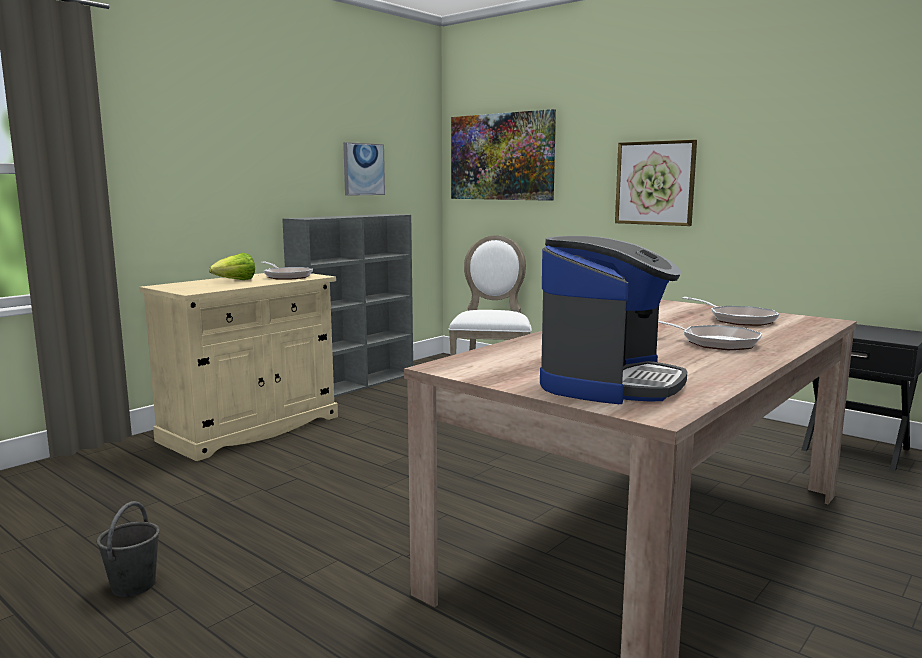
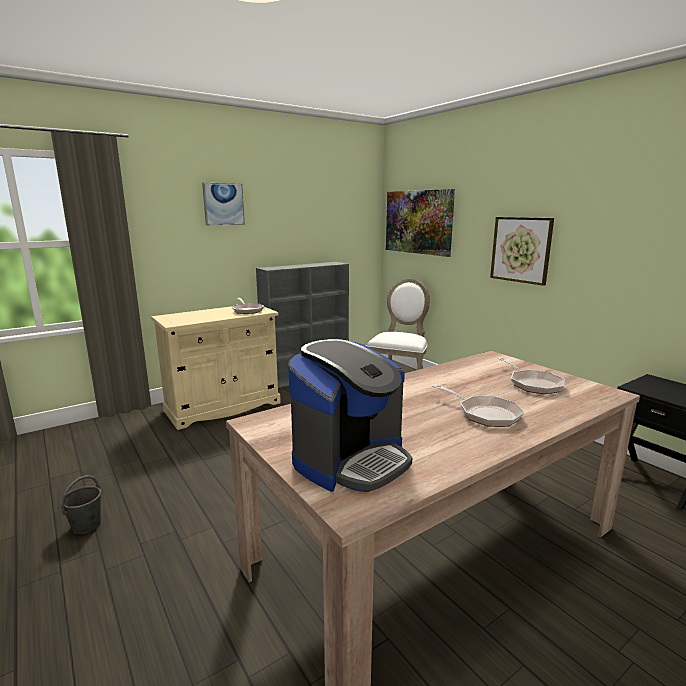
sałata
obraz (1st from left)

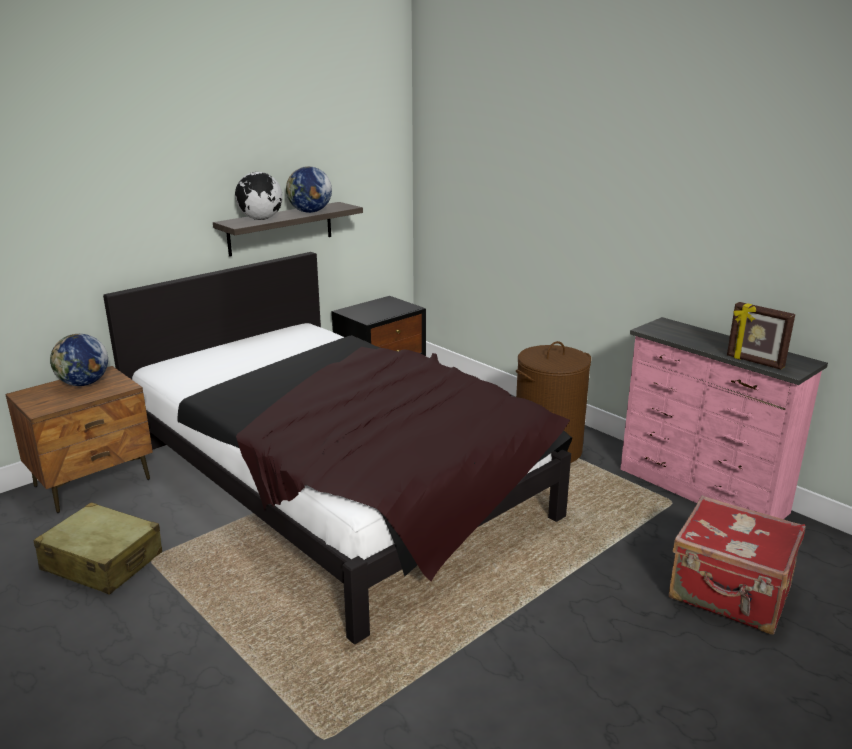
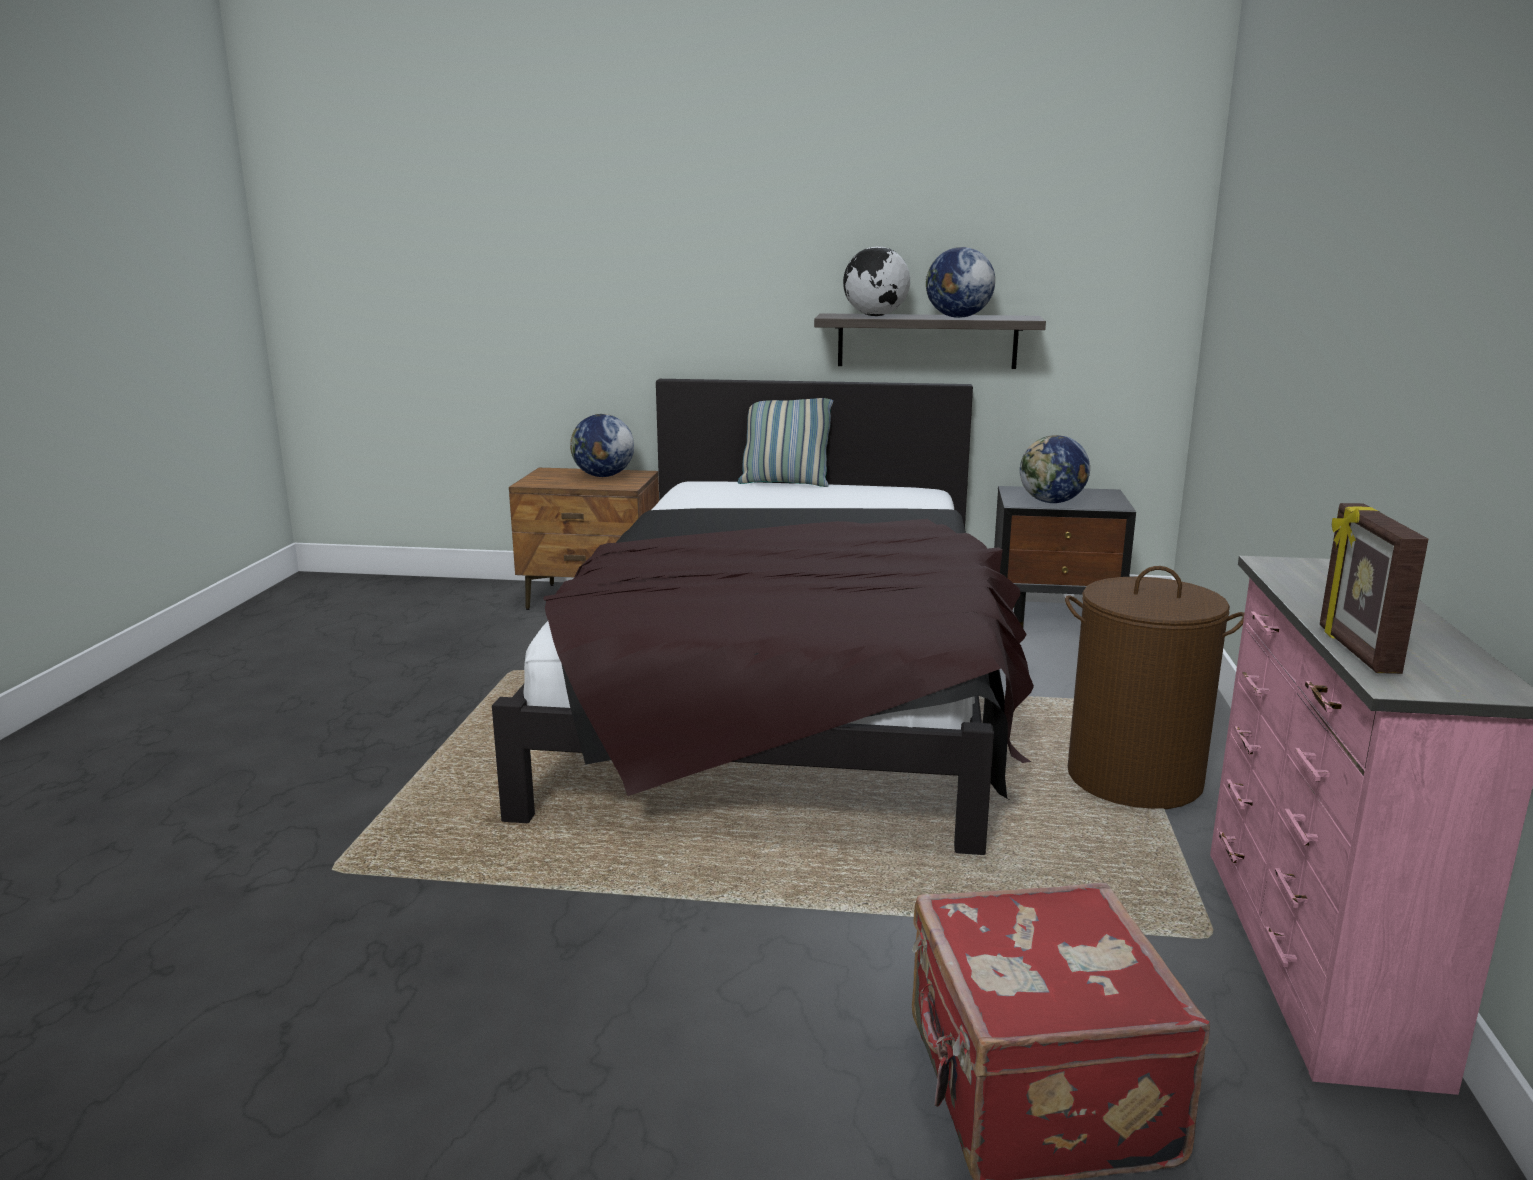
walizka (beżowy)
poduszka
globus (4th from left)

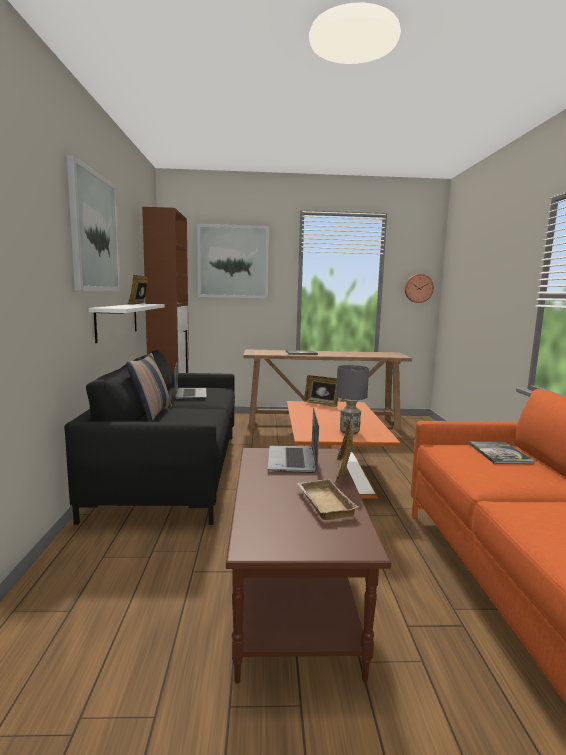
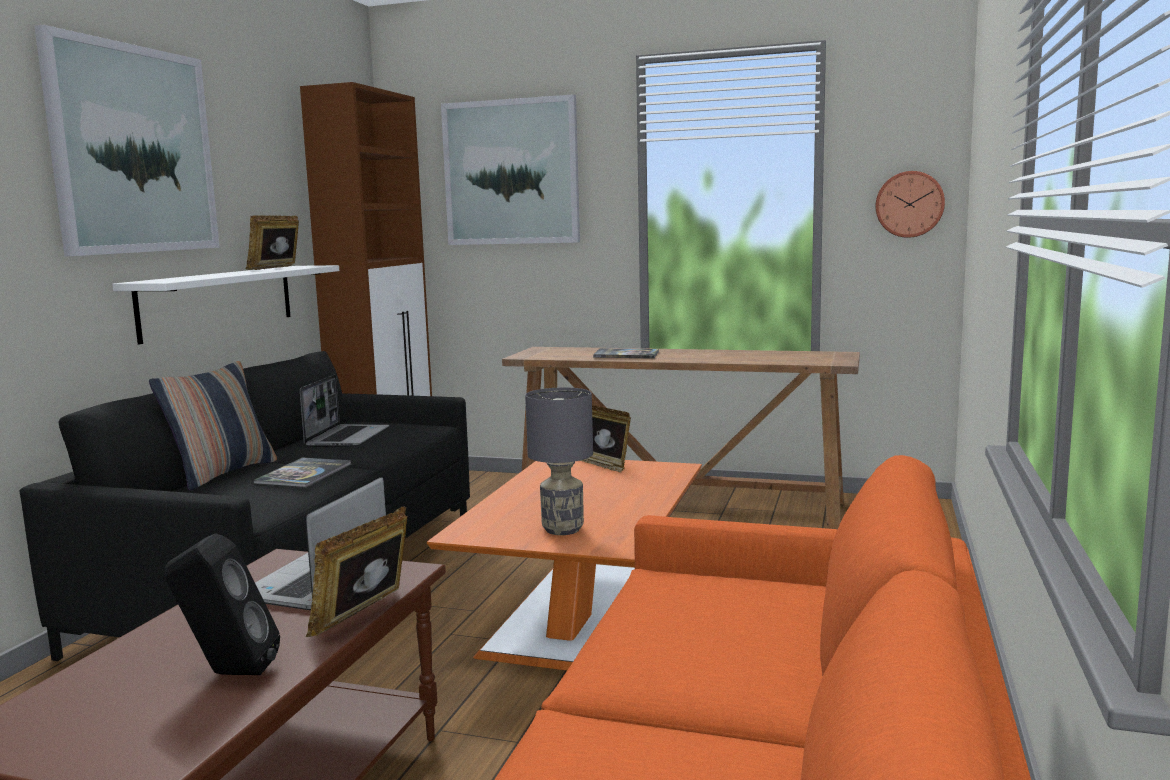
głośnik (czarny)
książka (1st from left)

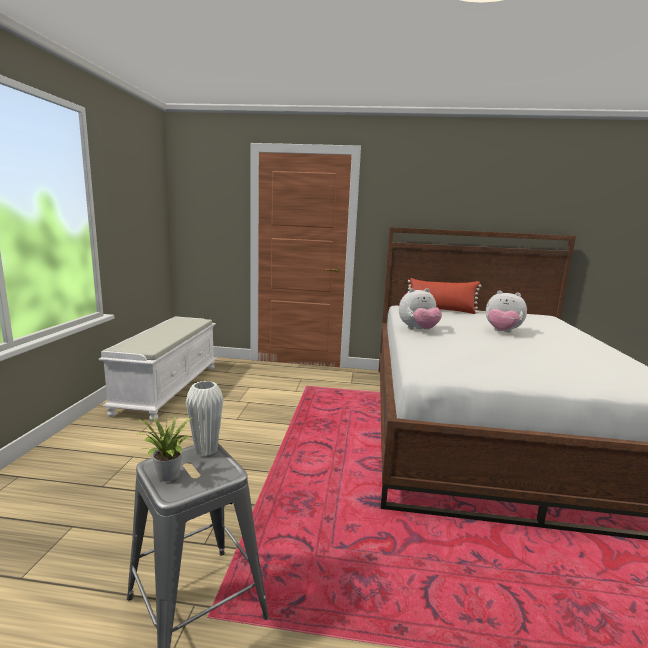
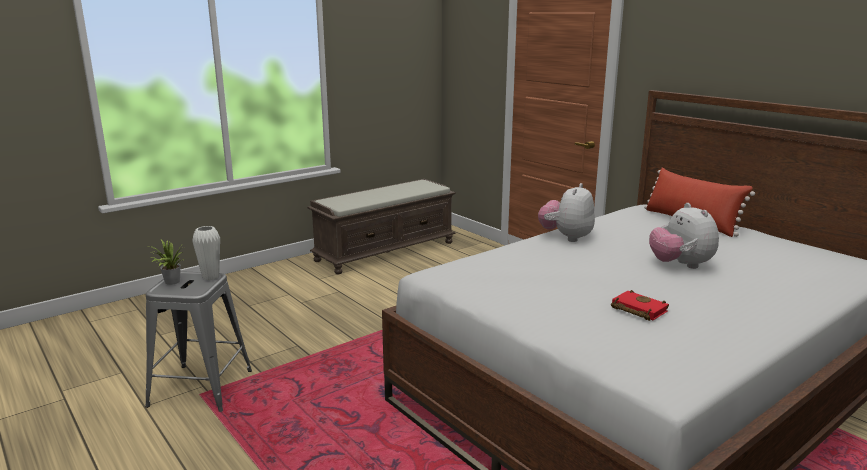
ławka (brązowy)
pluszak (1st from left)
książka (czerwony)

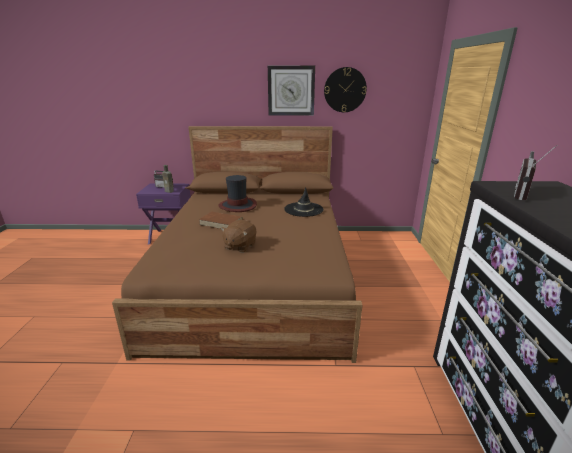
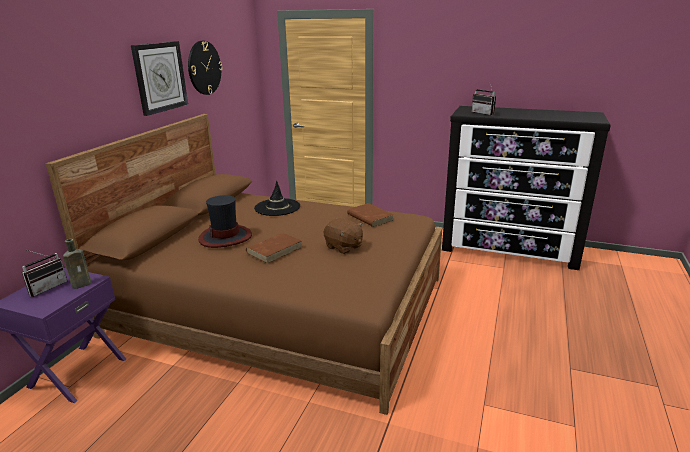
książka (brązowy) (2nd from left)

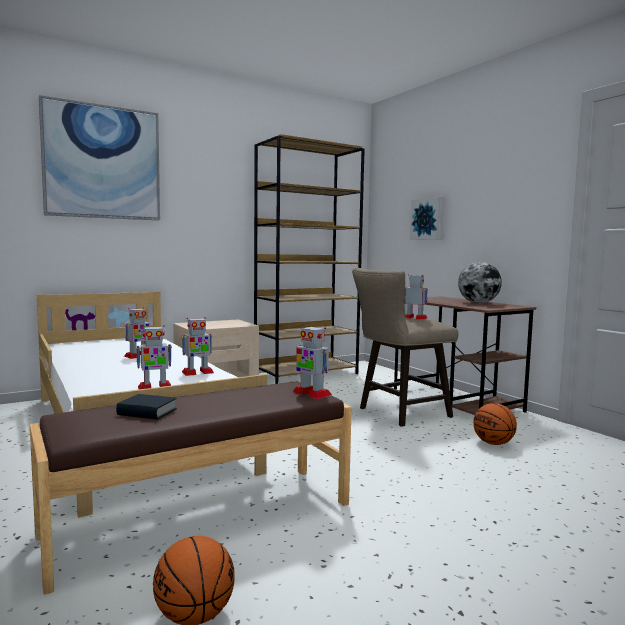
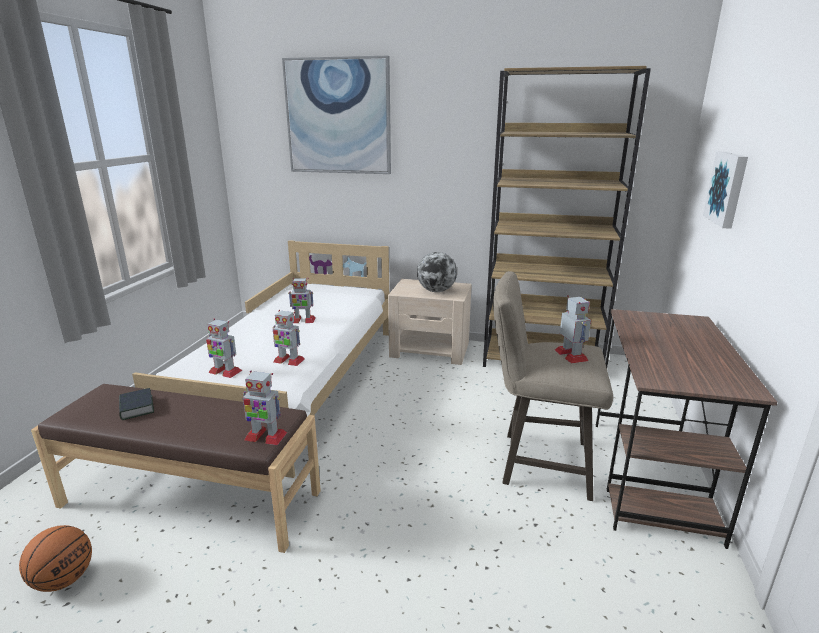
robot zabawkowy (2nd from left)
globus
piłka do koszykówki (2nd from left in the first image)

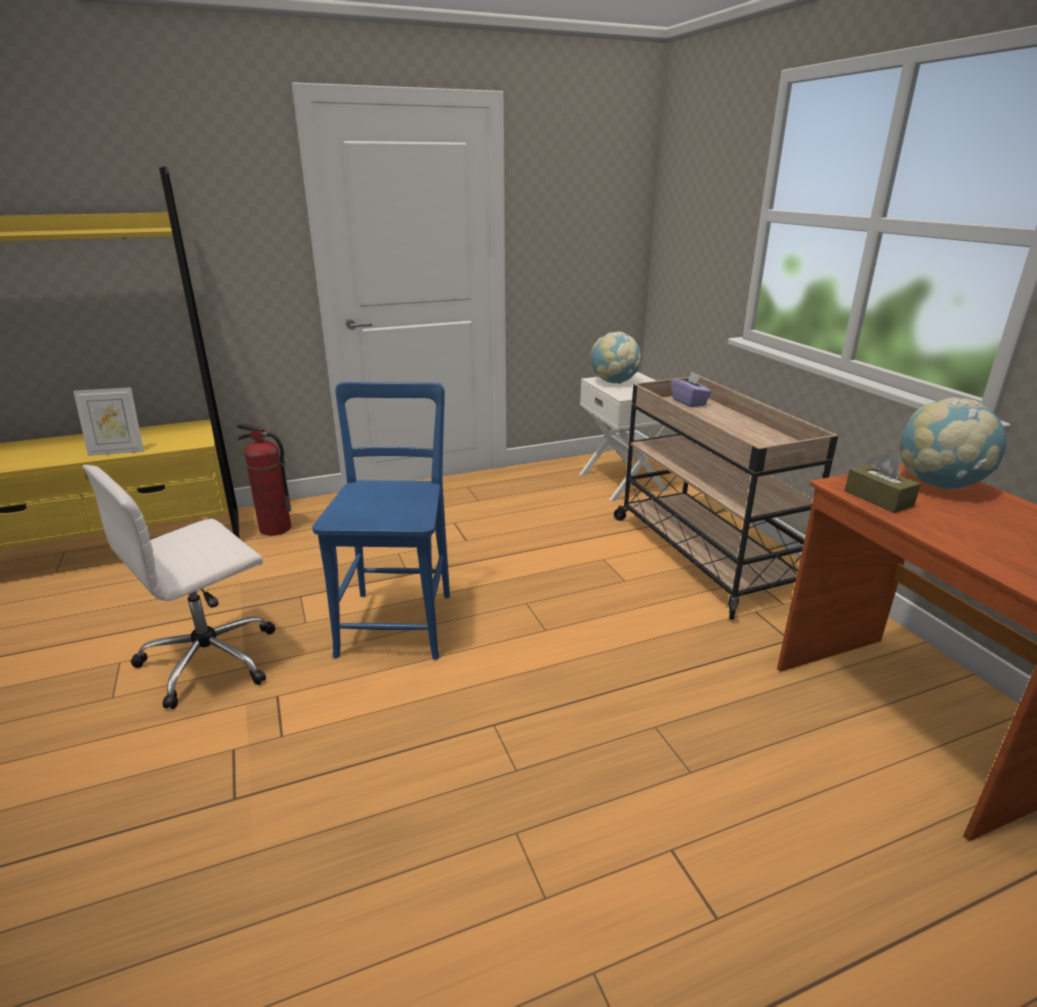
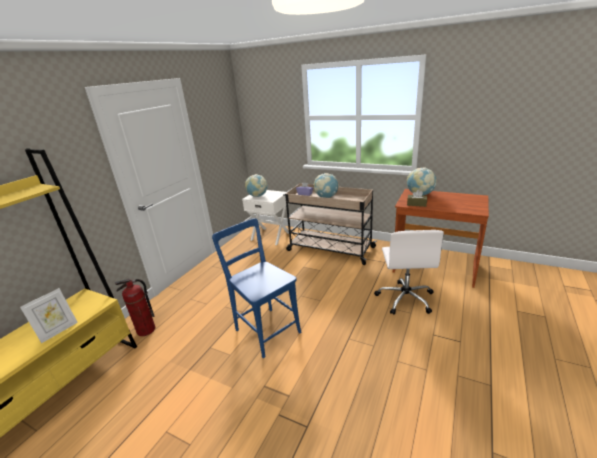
krzesło biurowe (biały)
globus (2nd from left)

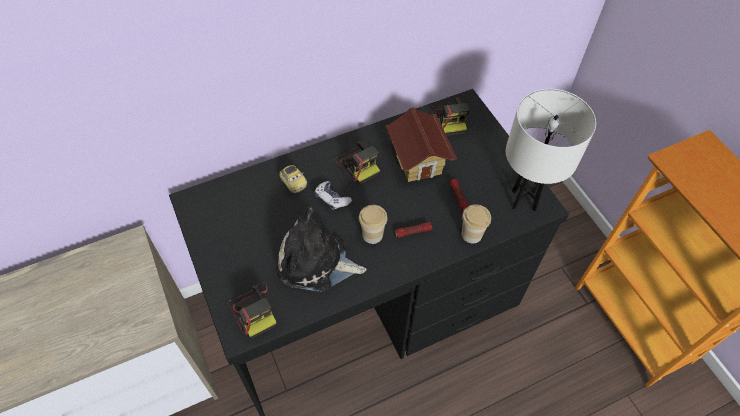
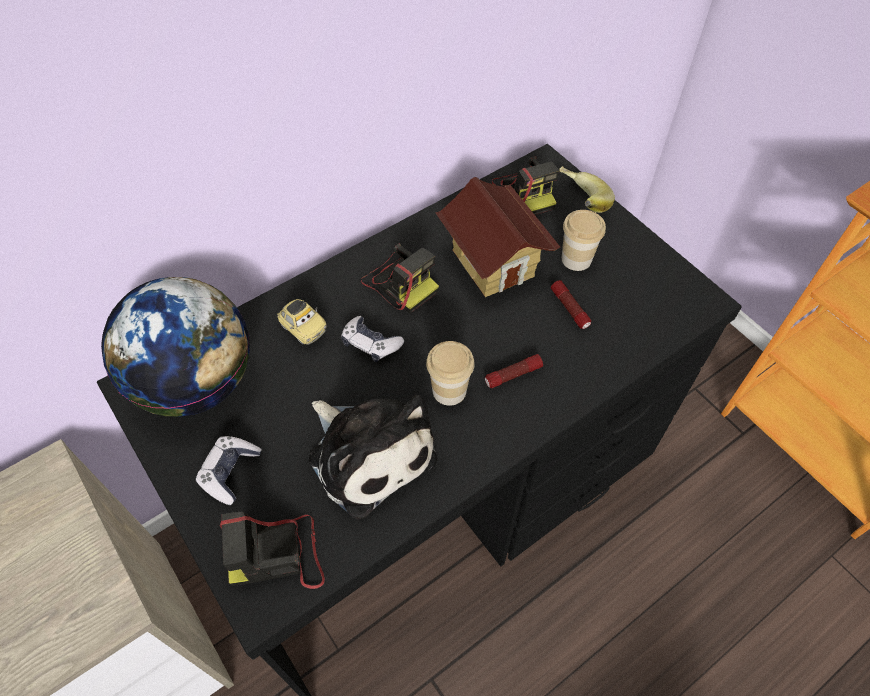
aparat fotograficzny (1st from left)
pluszak
filiżanka (2nd from left)
lampa stołowa (biały)
globus
pad do gier (1st from left)
banan

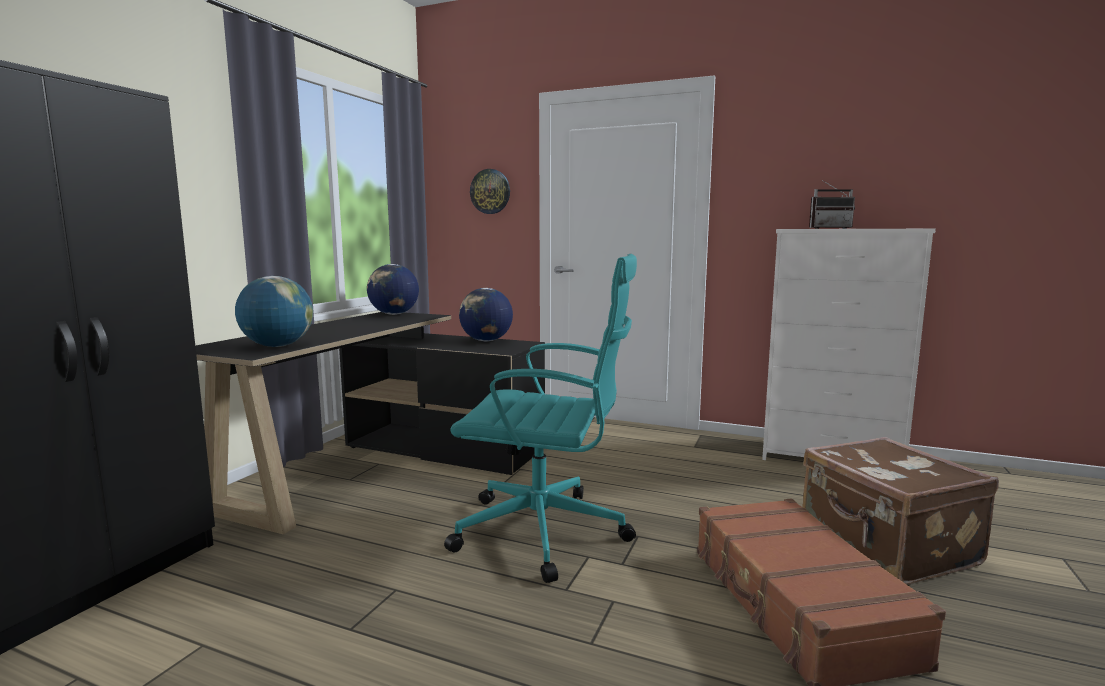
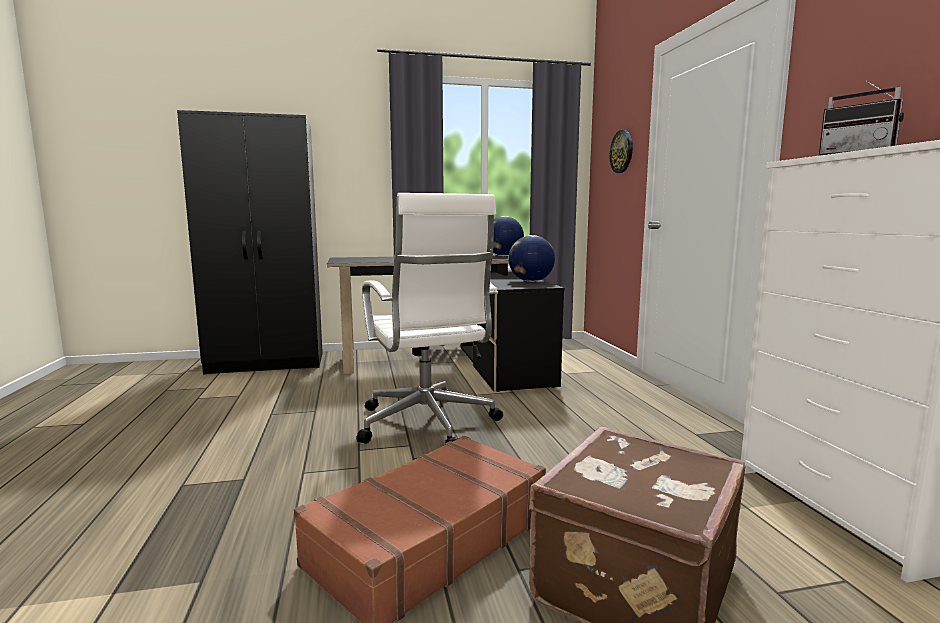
globus (1st from left in the first image)
krzesło biurowe (biały)

